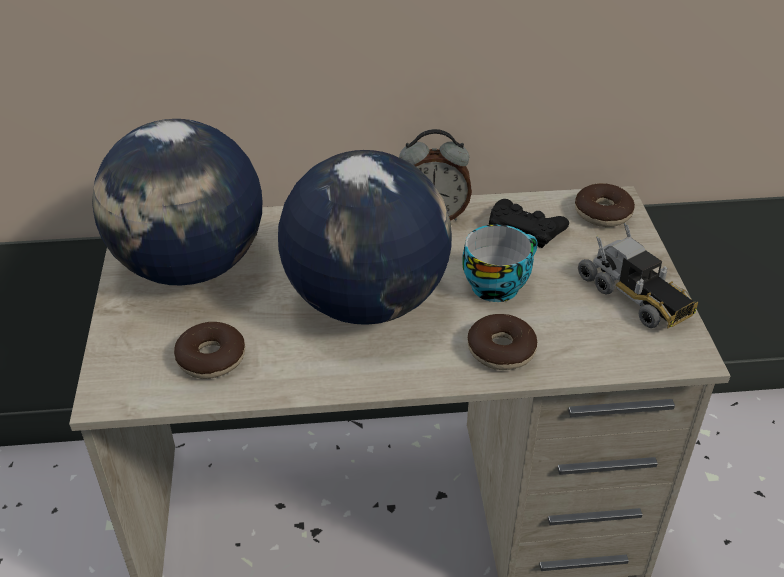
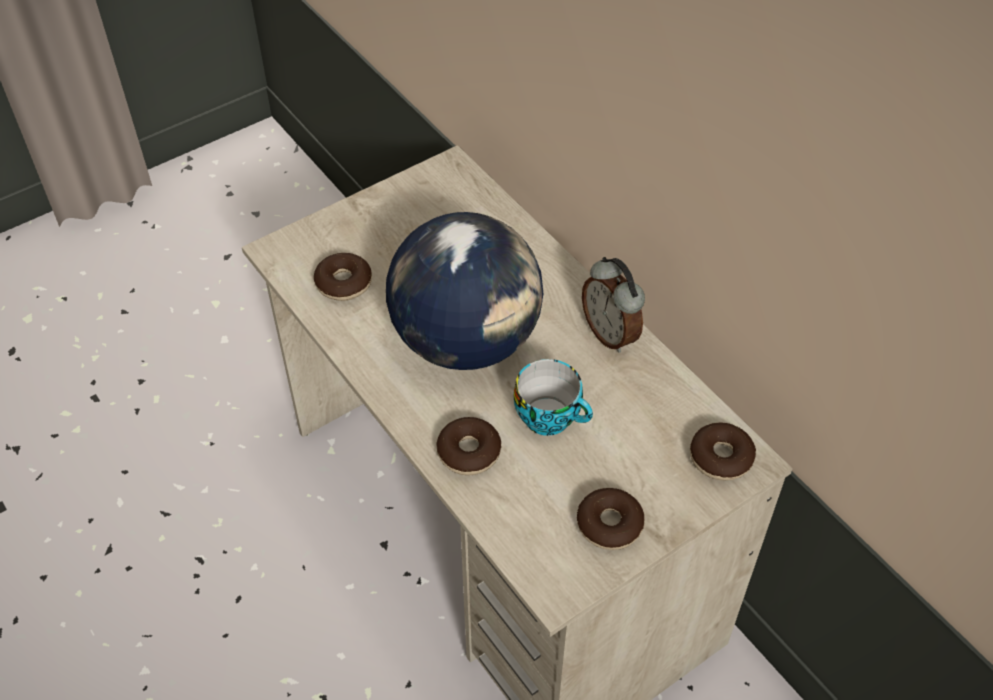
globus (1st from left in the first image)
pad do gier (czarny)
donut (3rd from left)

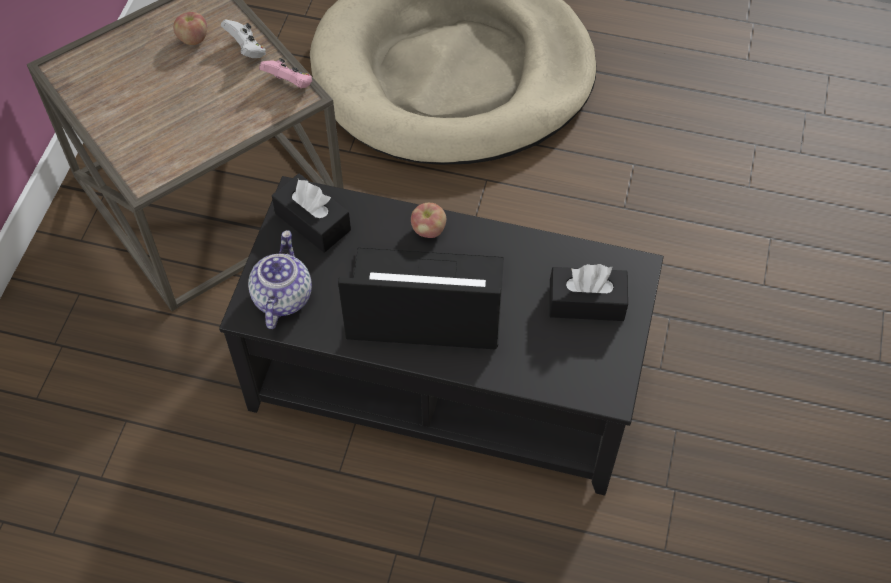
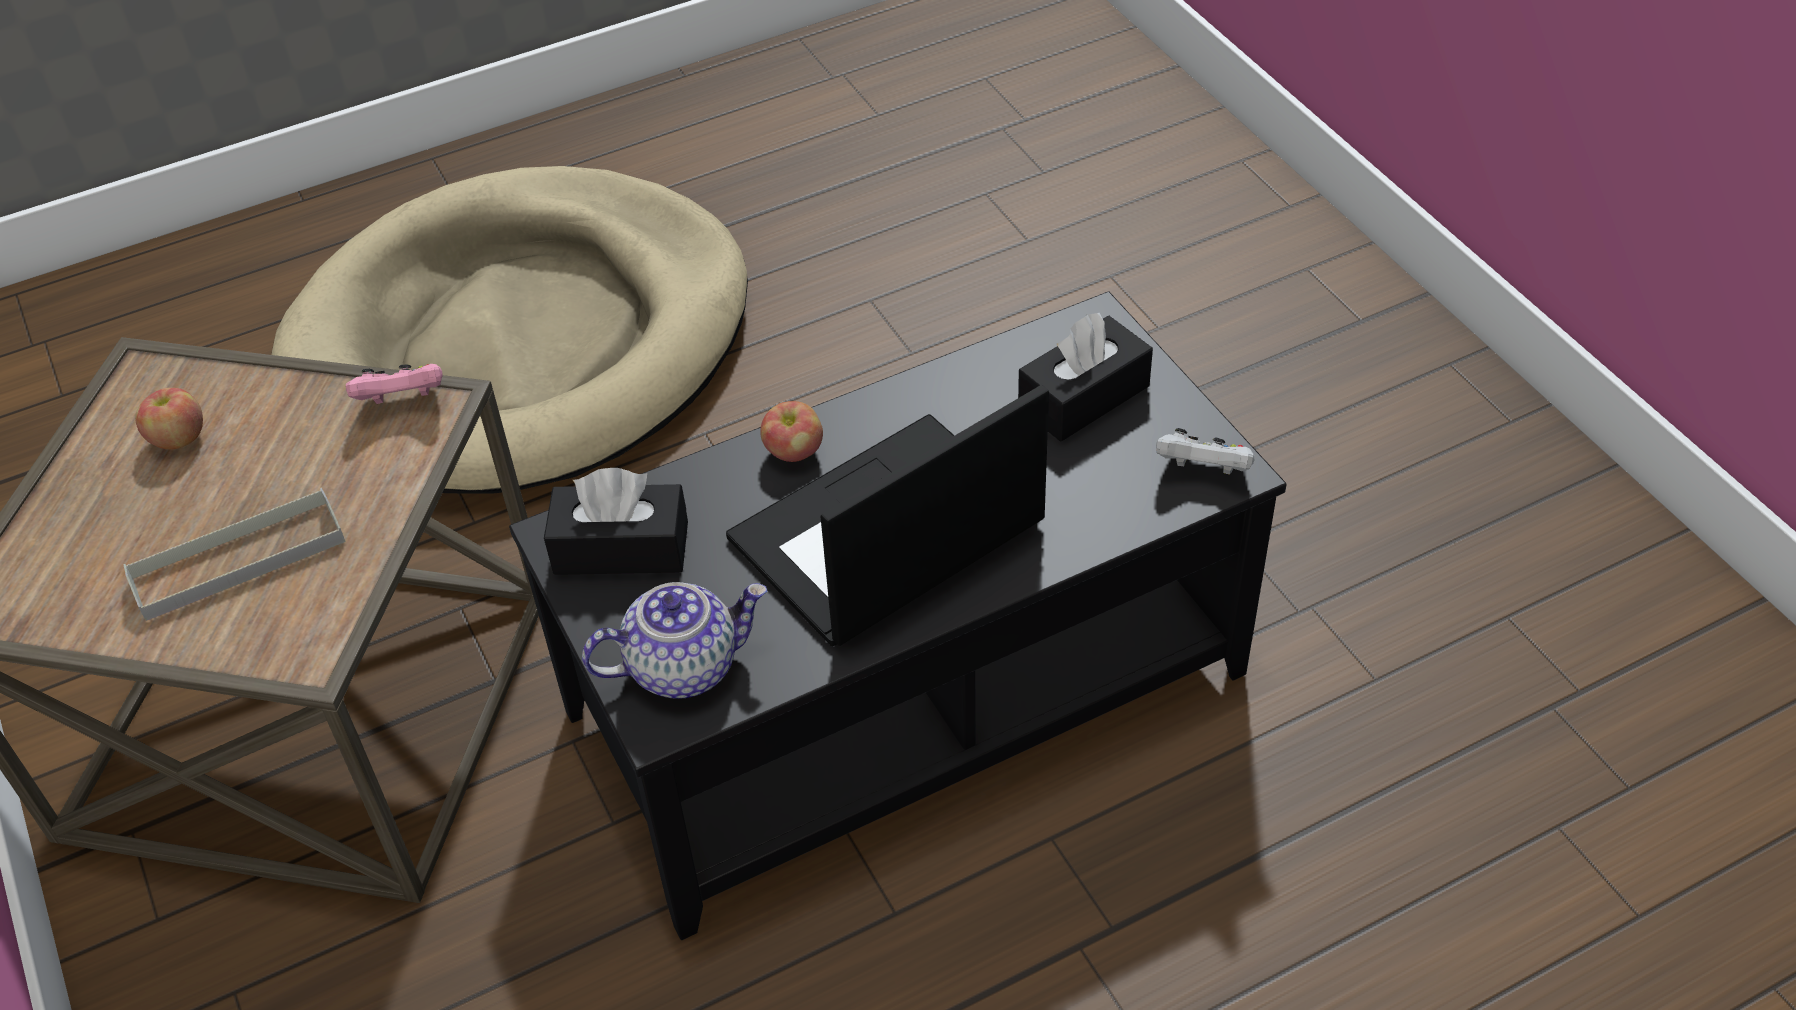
pad do gier (biały)
imbryk
taca (szary)

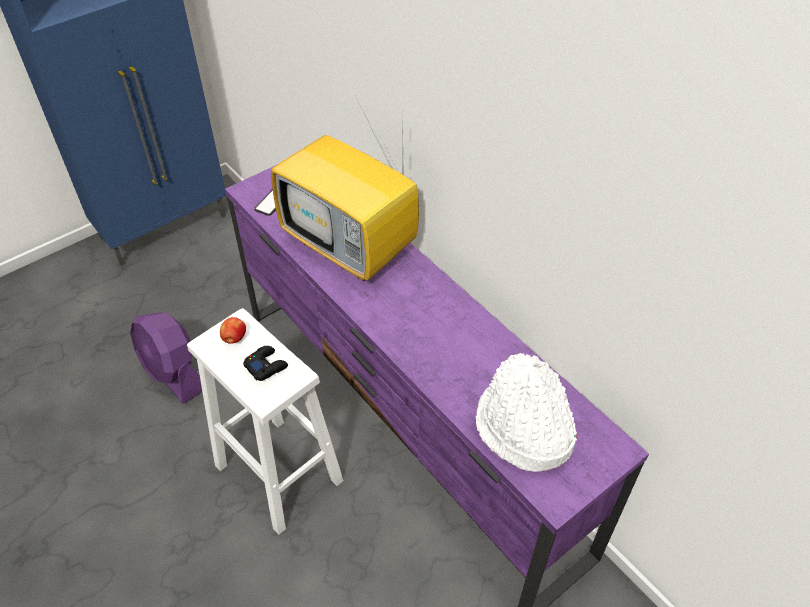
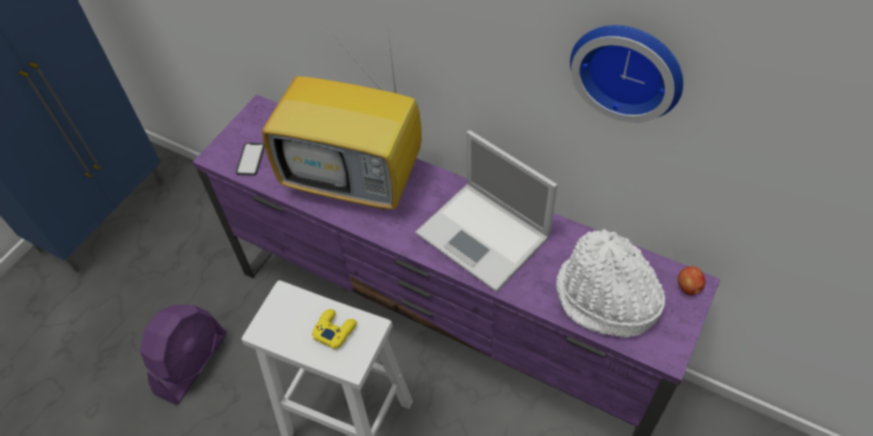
wentylator (fioletowy)
jabłko
pad do gier (żółty)
laptop
zegar ścienny

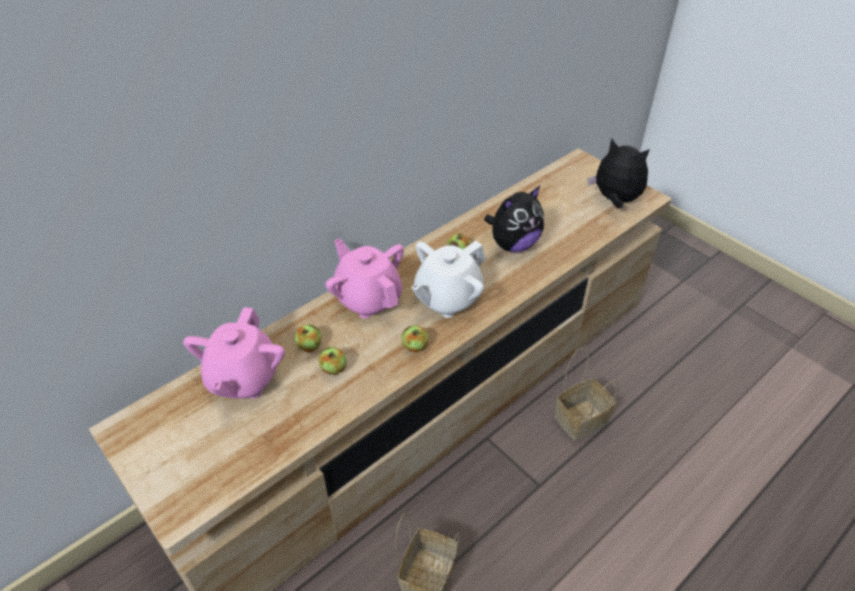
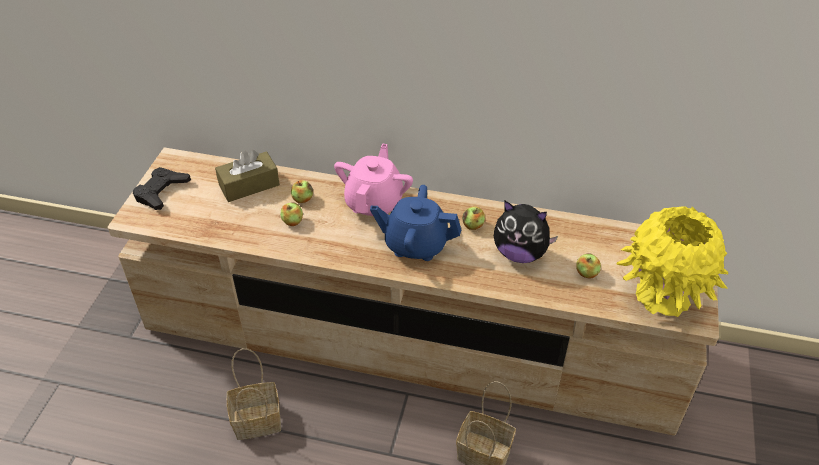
pudełko chusteczek (brązowy)
jabłko (4th from left)
imbryk (niebieski)
wazon (żółty)
pad do gier (czarny)

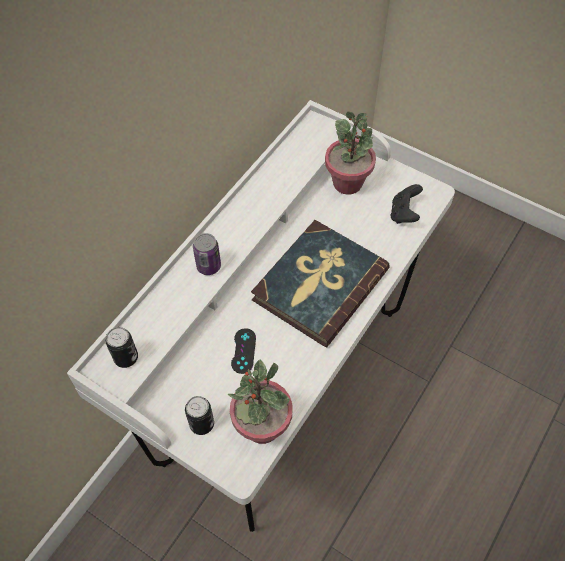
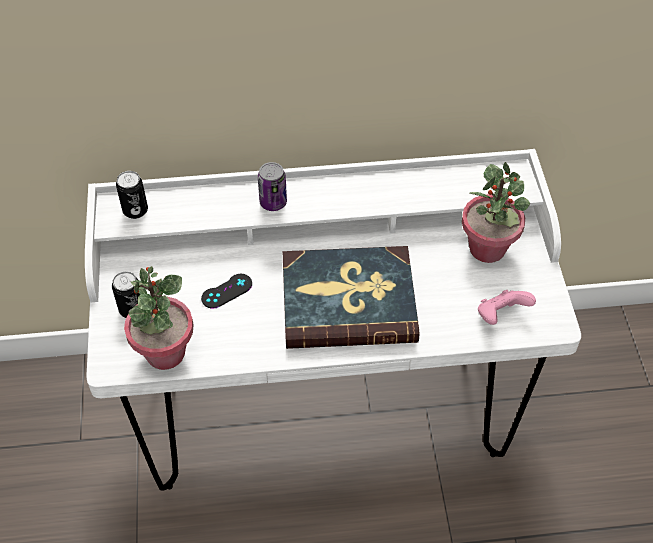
pad do gier (różowy)

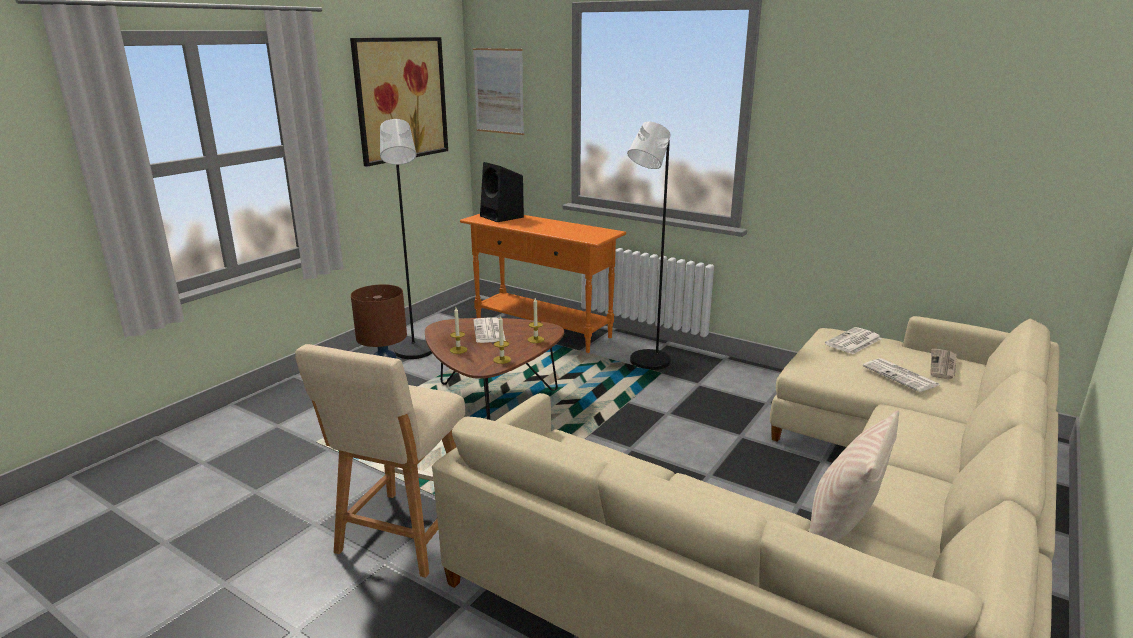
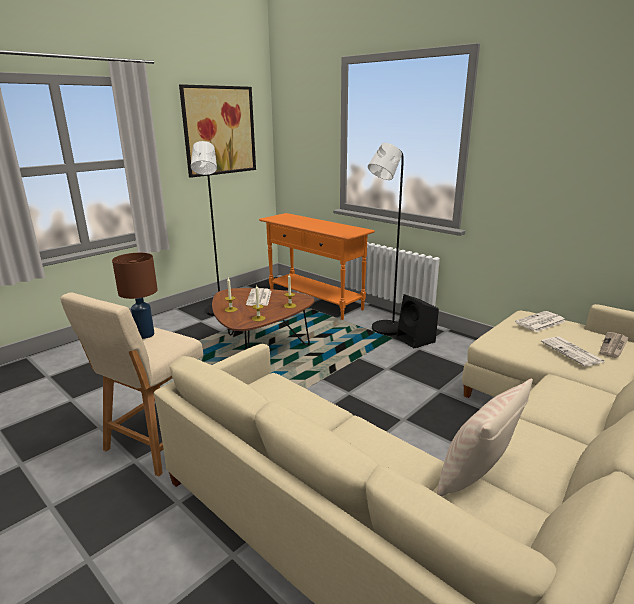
obraz (2nd from left in the first image)
głośnik (czarny)

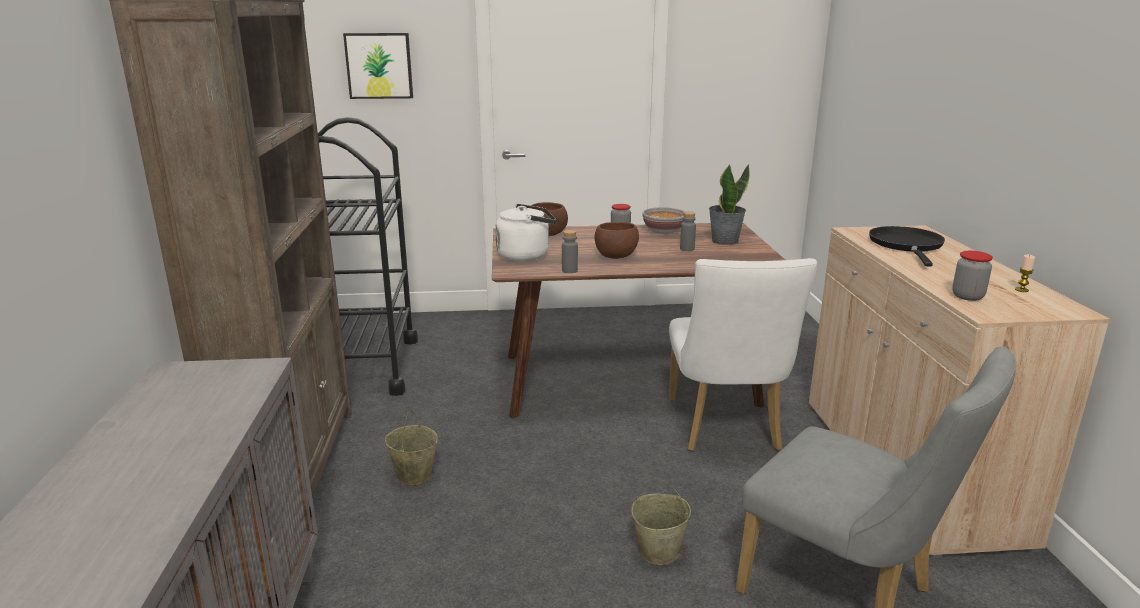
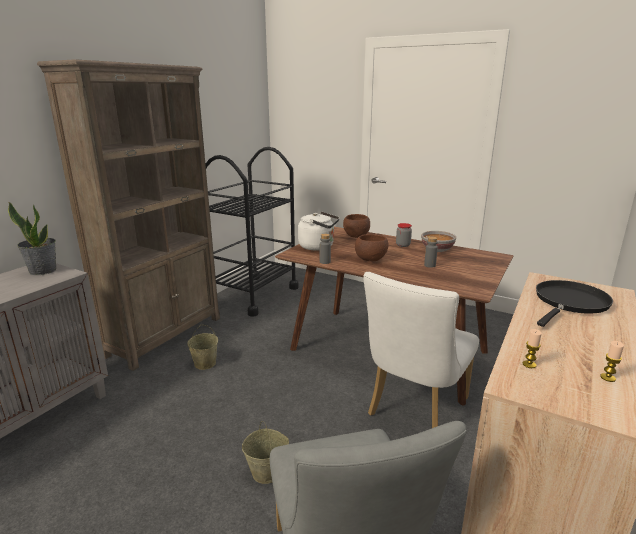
obraz
roślina doniczkowa
świeca (1st from left)

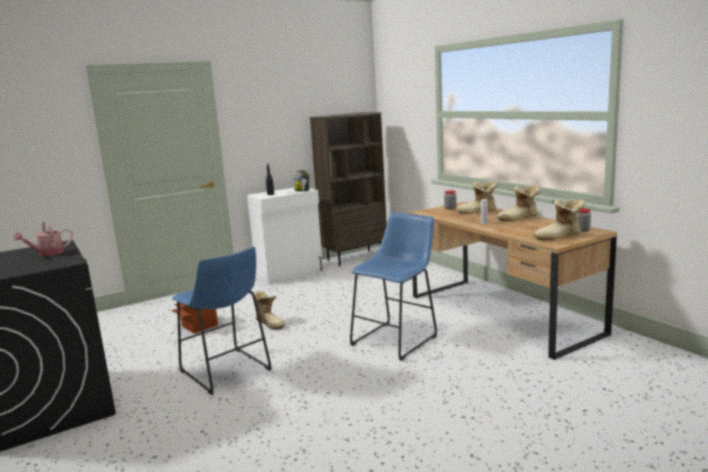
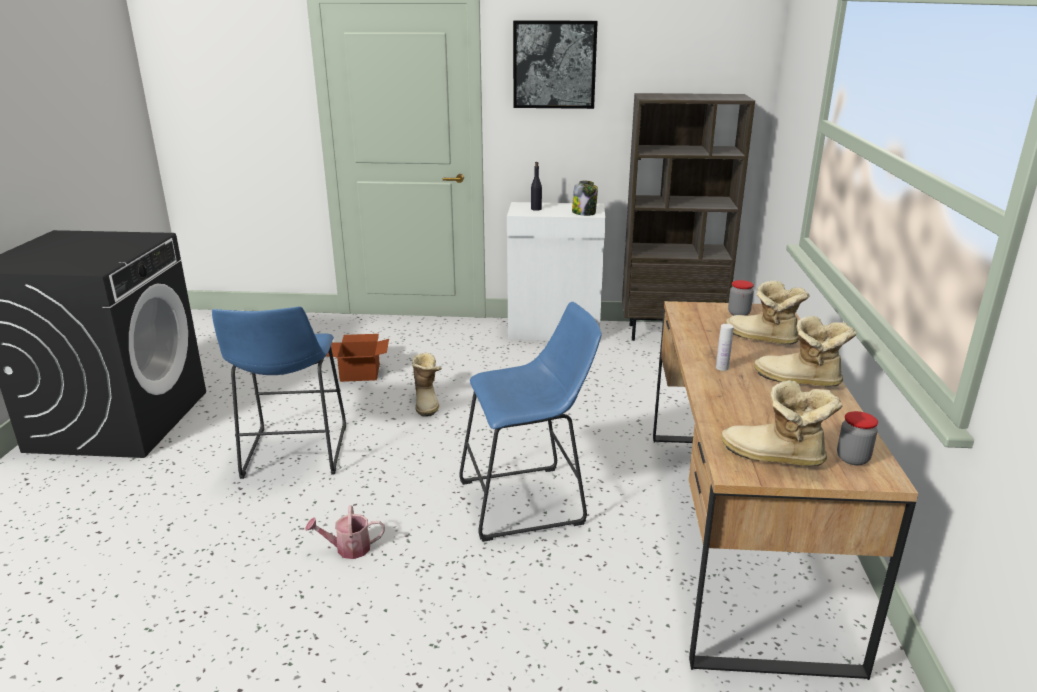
konewka
obraz

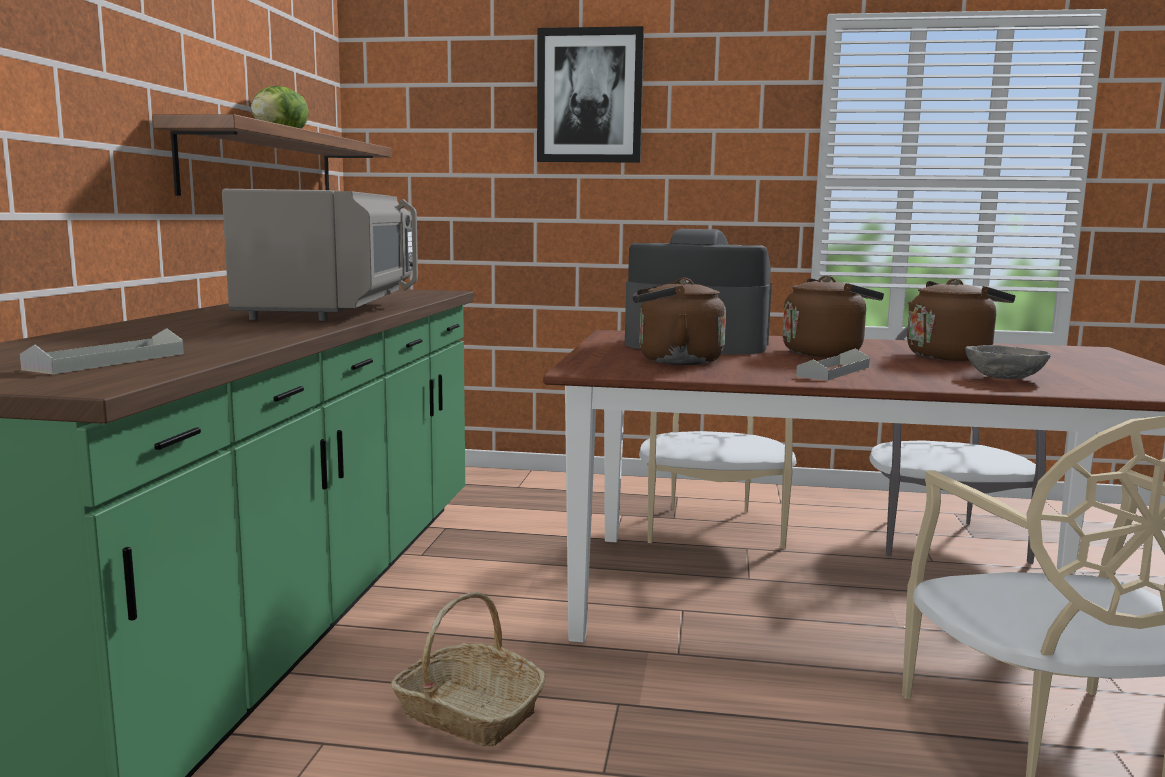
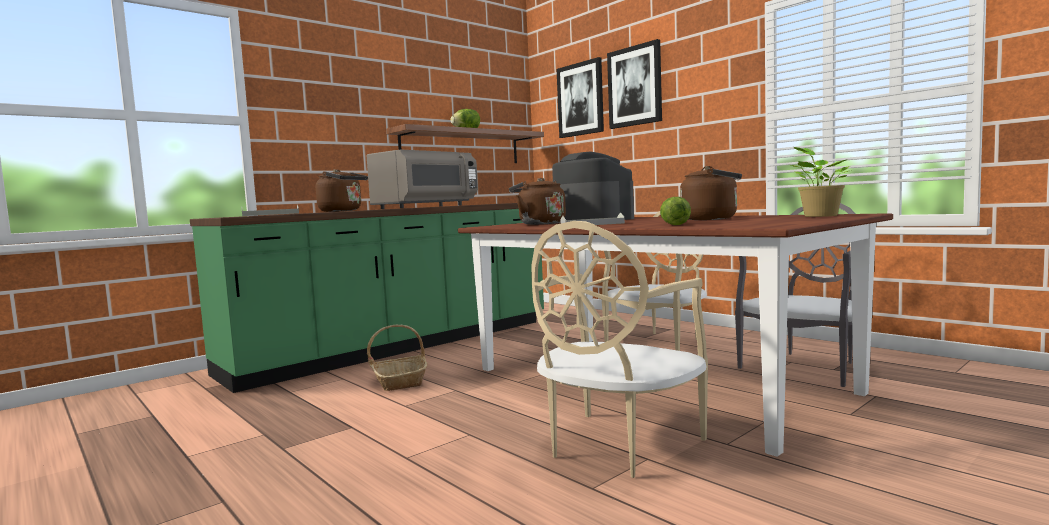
czajnik (brązowy) (1st from left)
sałata (2nd from left)
obraz (1st from left)
roślina doniczkowa

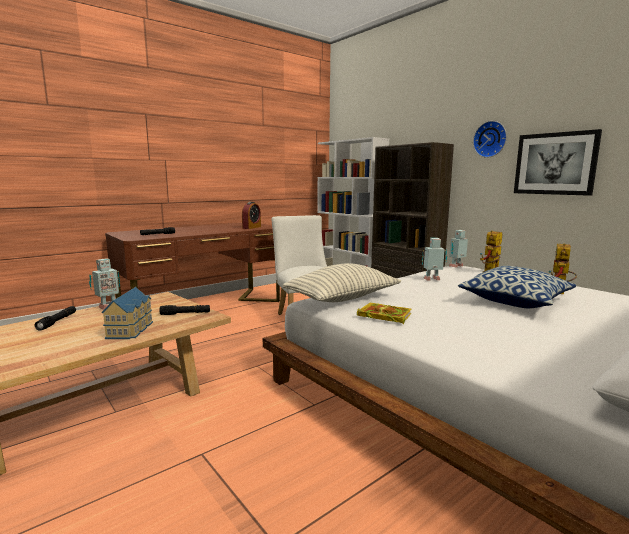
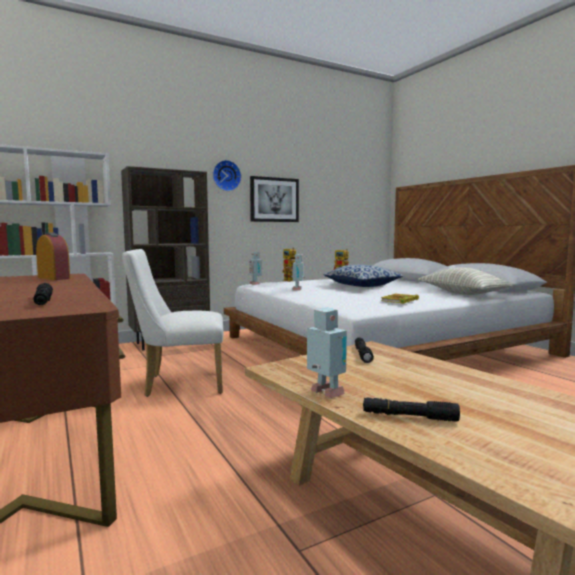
domek
poduszka (2nd from left)

